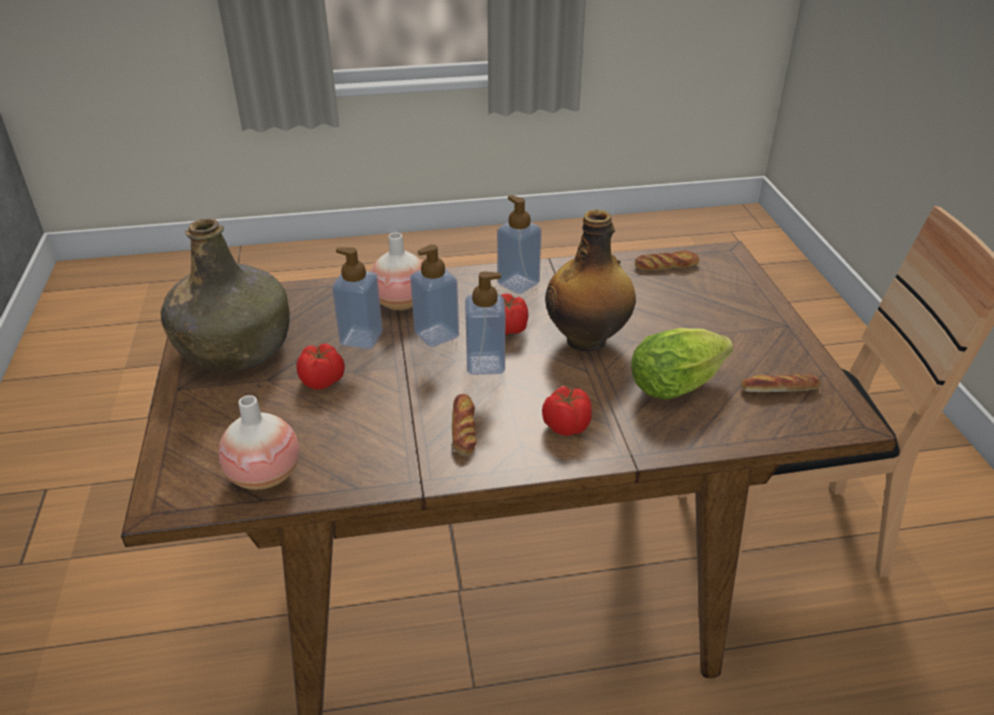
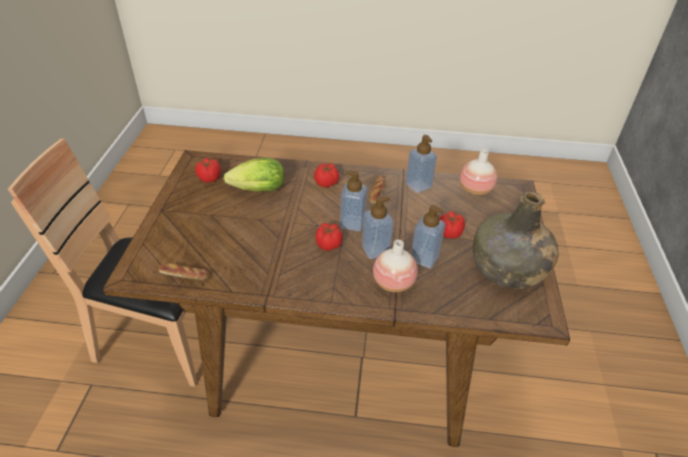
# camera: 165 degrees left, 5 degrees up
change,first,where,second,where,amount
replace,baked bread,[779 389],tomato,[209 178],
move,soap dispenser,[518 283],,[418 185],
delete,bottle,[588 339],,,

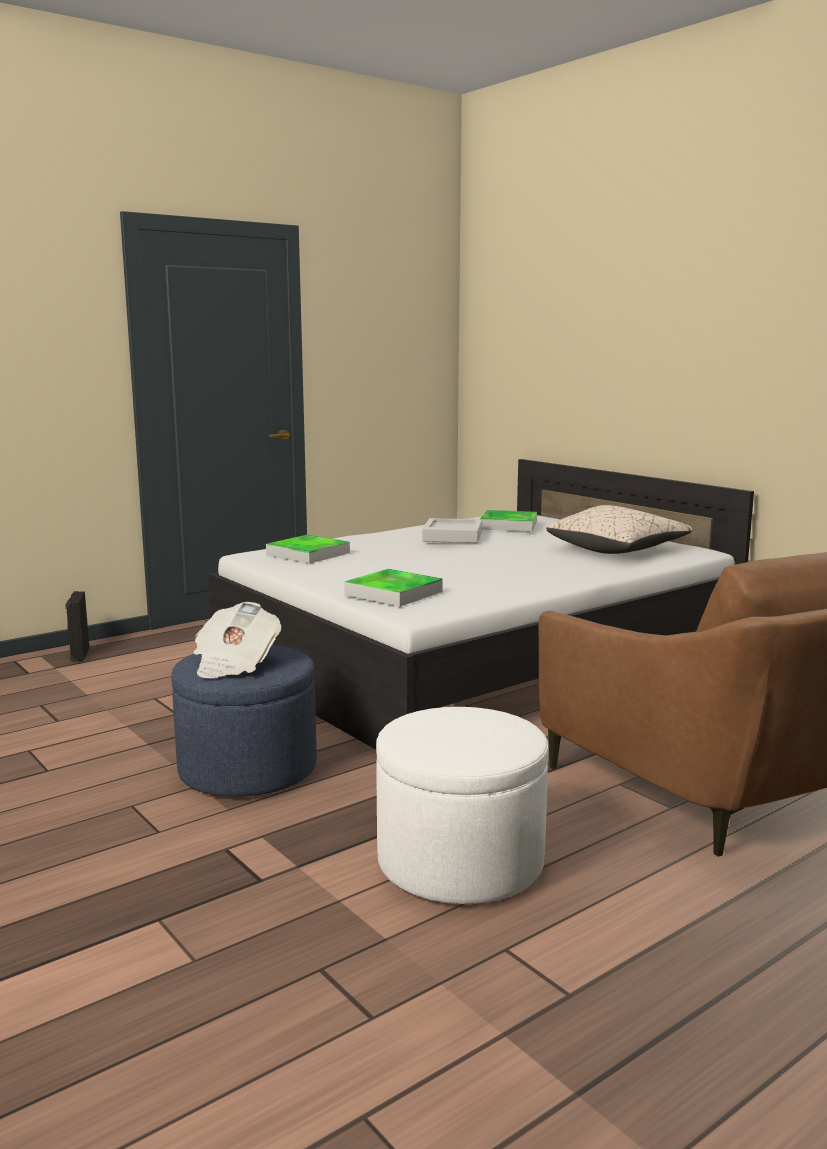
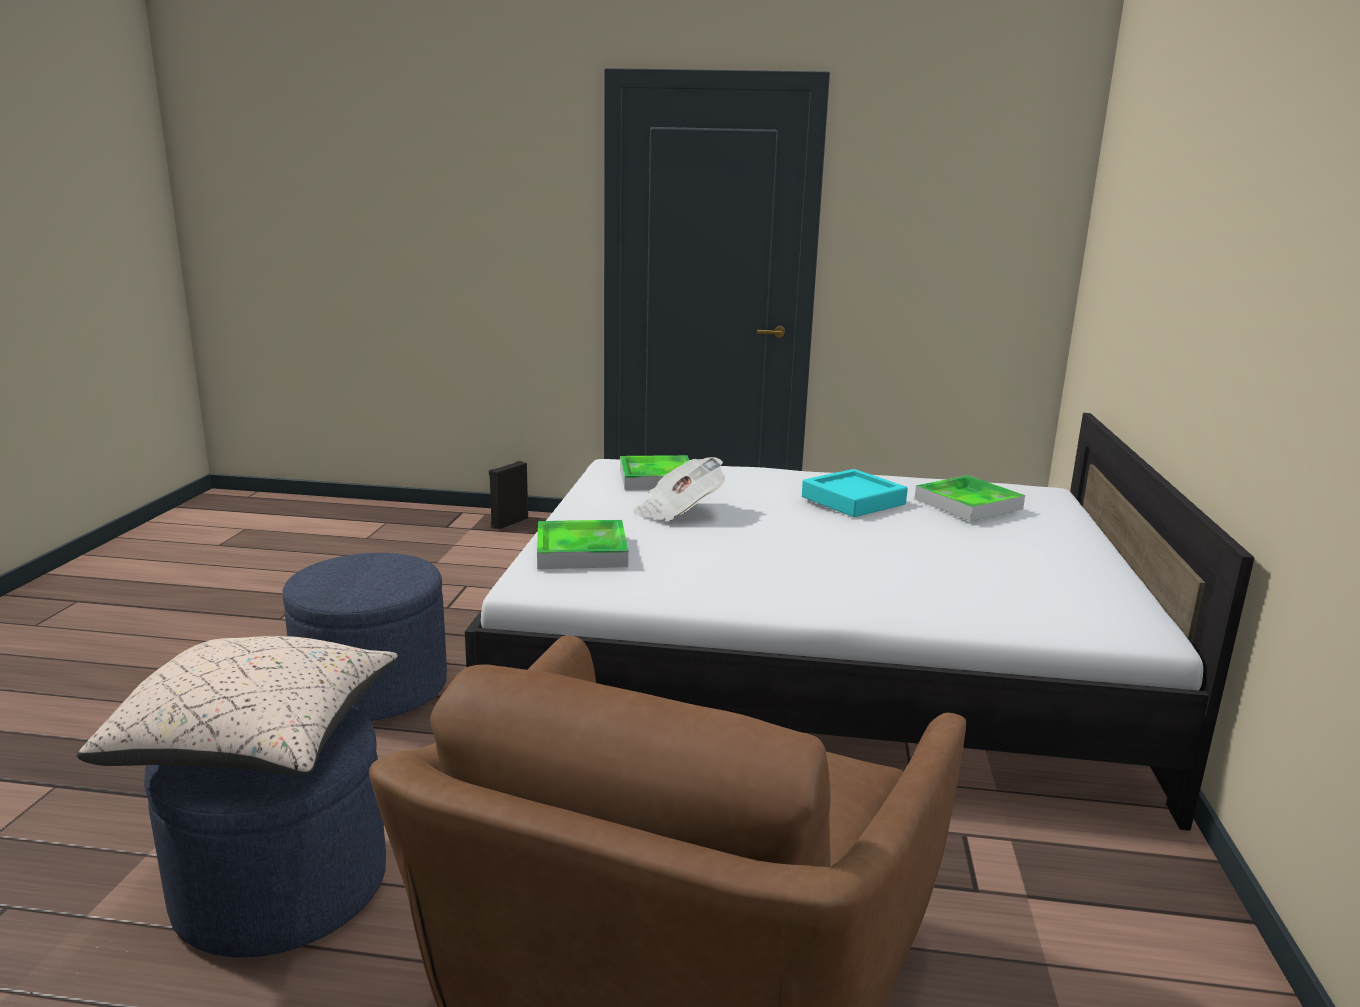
# camera: 45 degrees right, 5 degrees up
change,first,where,second,where,amount
move,throw pillow (beige),[617 550],,[257 740],
recolor,pouffe (whitish),[460 862],pouffe (blue-coloured),[281 886],
move,daily paper,[234 664],,[678 512],
recolor,serving tray (gray),[452 537],serving tray (turquoise-coloured),[853 500],

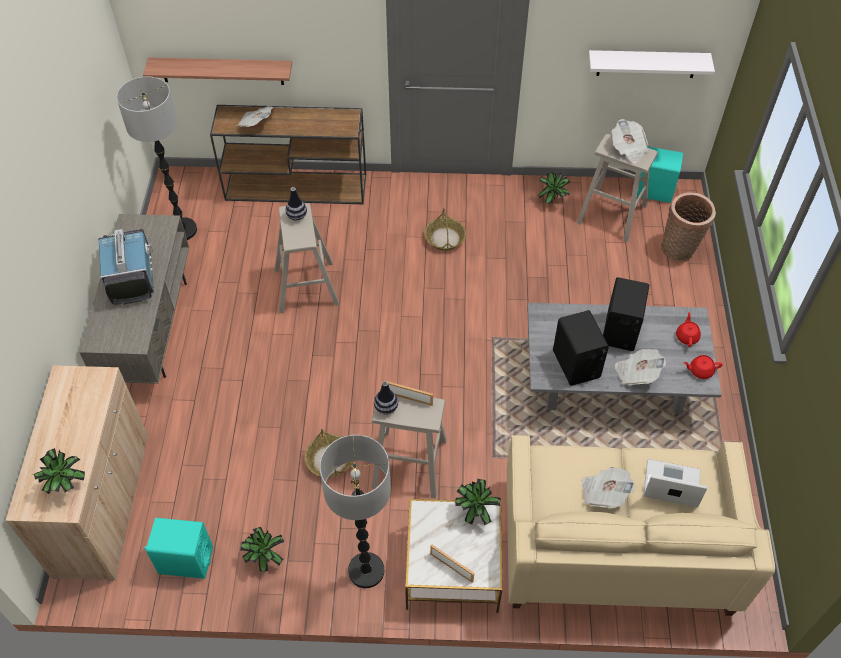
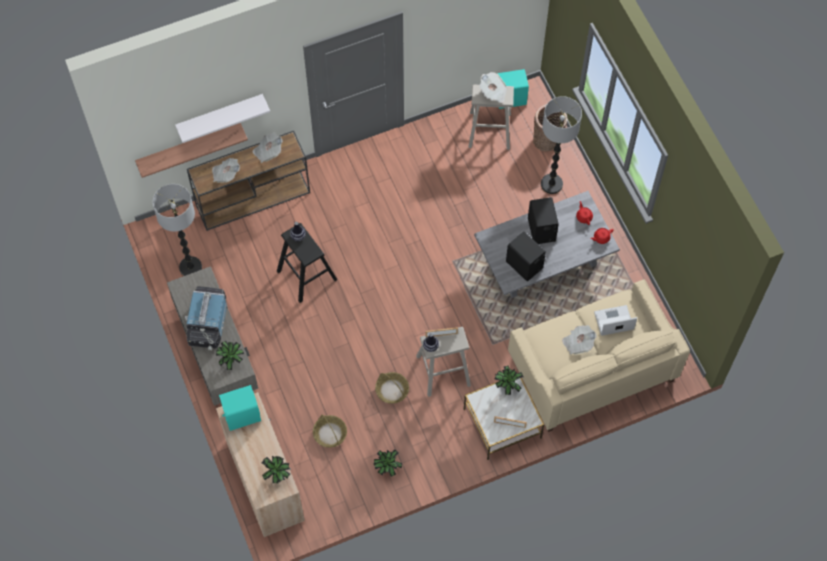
# camera: 25 degrees left, 10 degrees up
change,first,where,second,where,amount
move,wall shelf (whitish),[647 64],,[220 115],
rotate,TV,[131 276],,[208 325],135 degrees counterclockwise
move,houseplant,[552 200],,[231 360],
move,audio speaker (turquoise-coloured),[185 560],,[242 415],
move,daily paper,[636 373],,[268 152],
recolor,stool (beige),[306 287],stool (black-coloured),[307 275],
move,storage basket,[444 238],,[330 433],
move,standing lamp,[366 571],,[551 184],

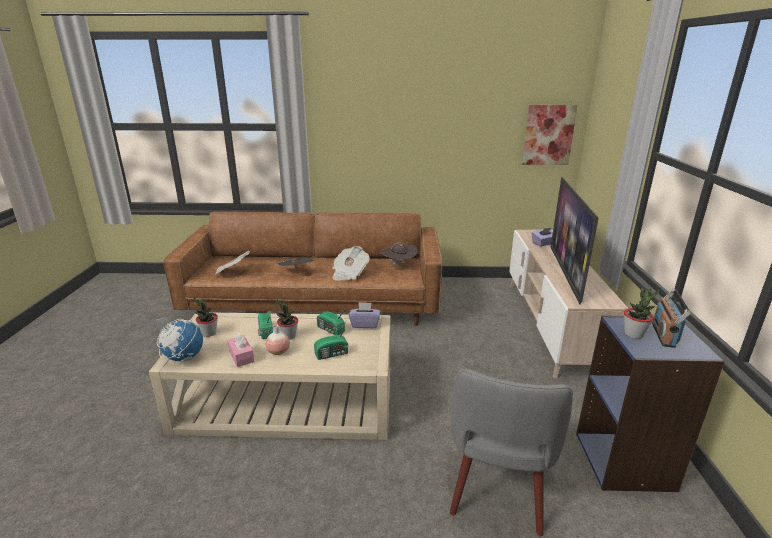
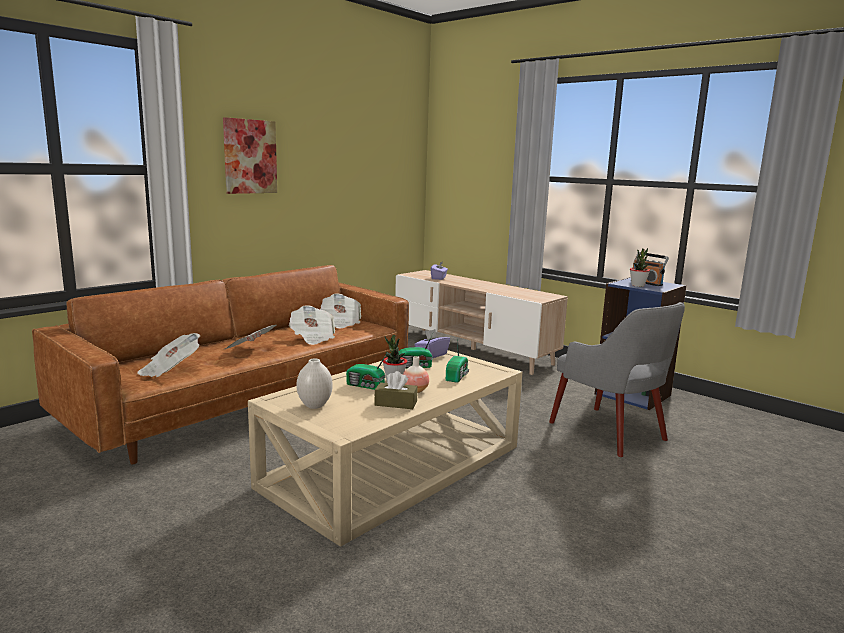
# camera: 50 degrees left, 10 degrees down
change,first,where,second,where,amount
move,wall art,[548 135],,[250 156],
replace,houseplant,[209 333],decorative vase (whitish),[314 406],
replace,hat (brown-coloured),[398 265],daily paper,[341 322],
recolor,tissue holder (pink),[241 356],tissue holder (brown-coloured),[396 403],
delete,globe,[183 357],,,
delete,TV,[566 273],,,

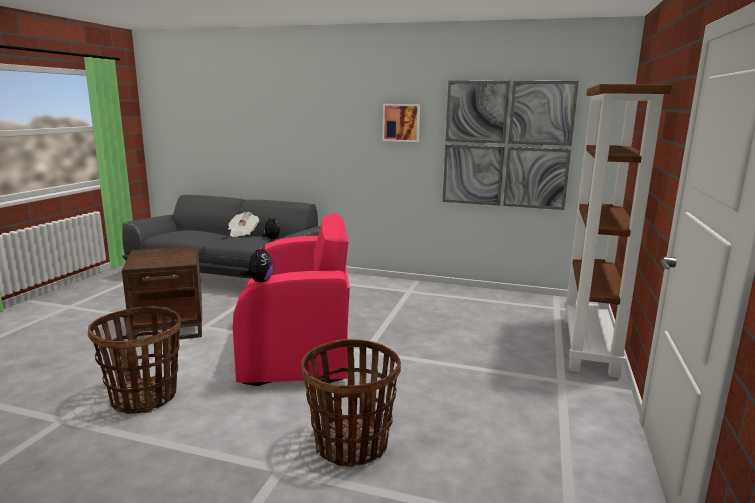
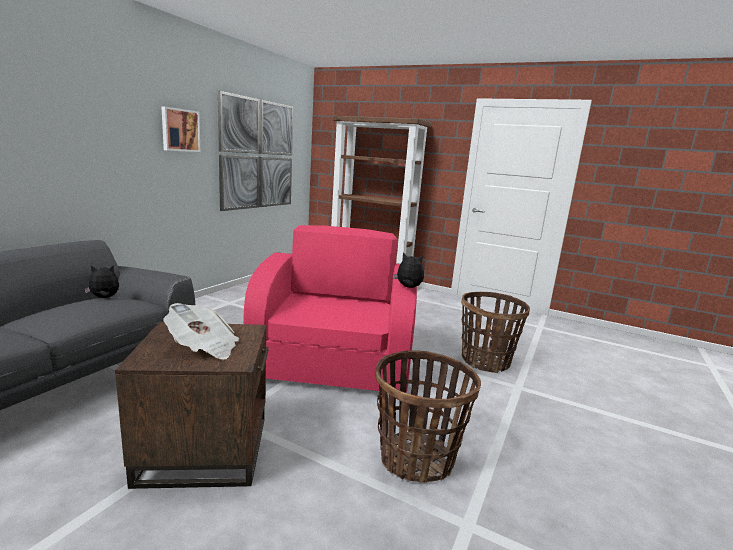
# camera: 80 degrees left, 0 degrees up
change,first,where,second,where,amount
move,daily paper,[242 233],,[203 347],

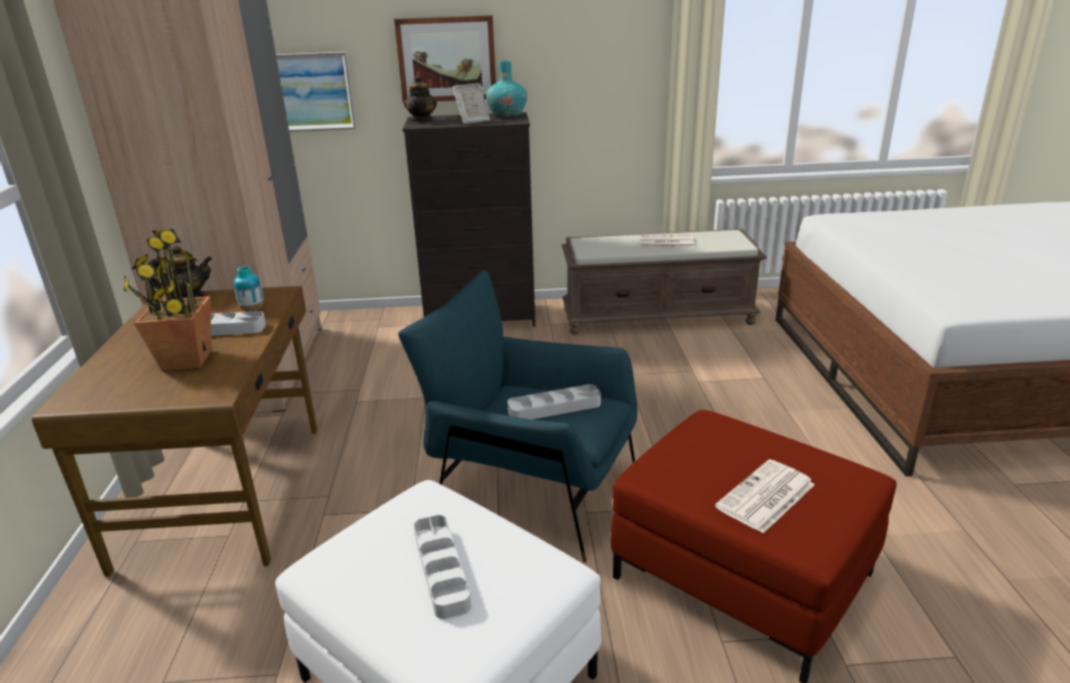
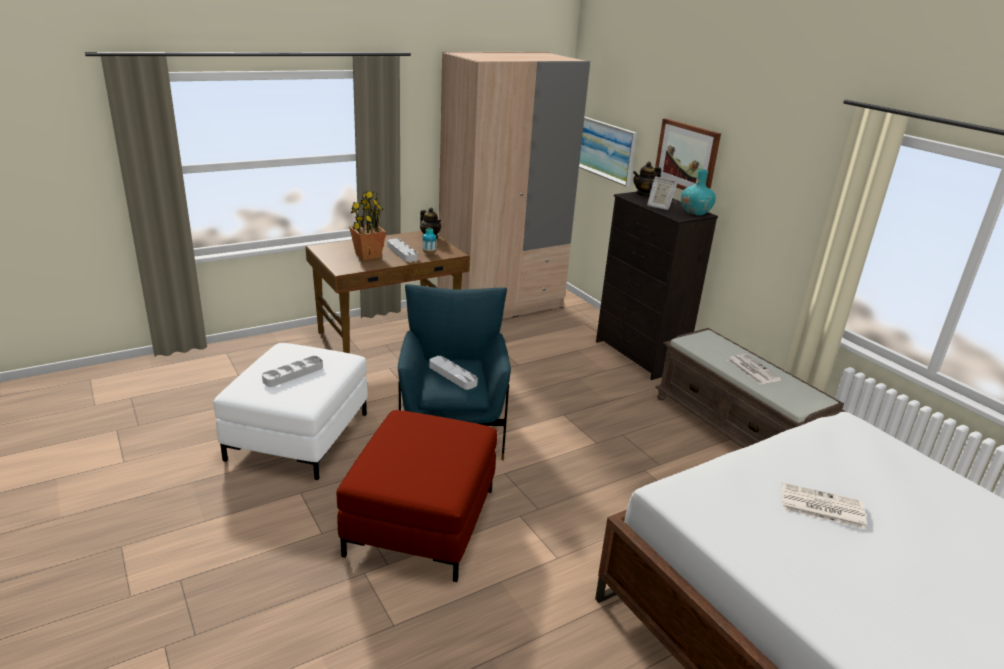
# camera: 60 degrees right, 0 degrees up
change,first,where,second,where,amount
move,daily paper,[765 497],,[820 506],

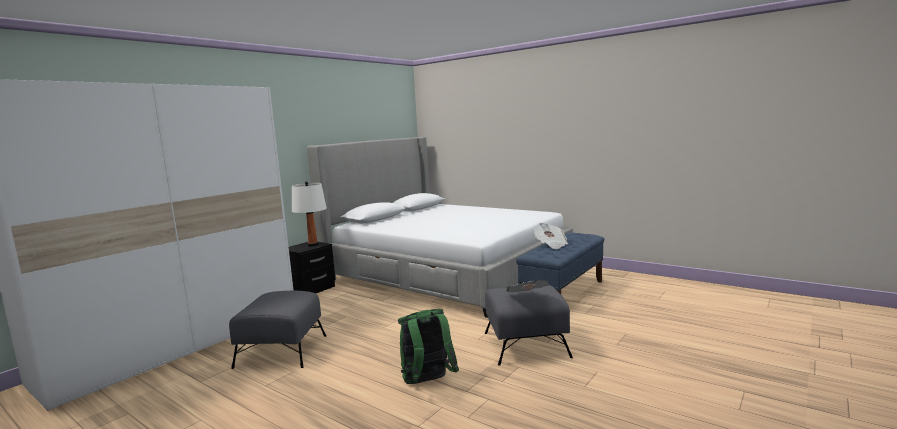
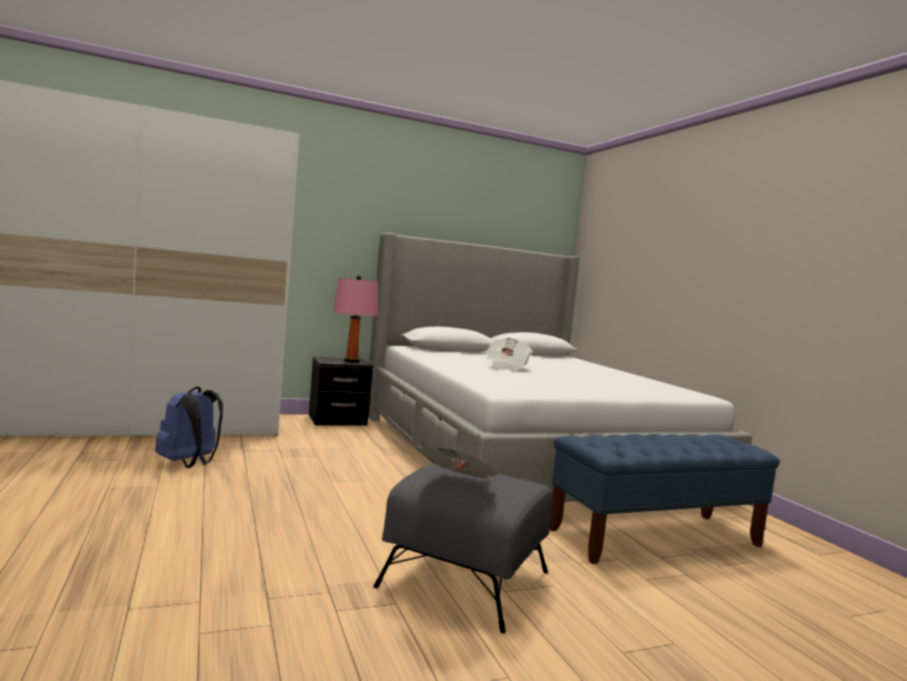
# camera: 30 degrees right, 5 degrees down
change,first,where,second,where,amount
replace,pouffe (gray),[281 351],rucksack (blue-coloured),[189 463],
recolor,tabletop lamp (whitish),[313 245],tabletop lamp (pink),[351 361],
move,daily paper,[550 245],,[506 367],
delete,rucksack (green-coloured),[427 382],,,

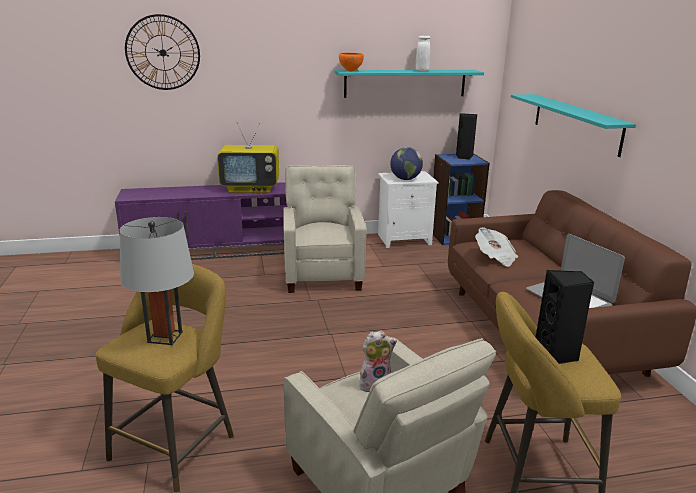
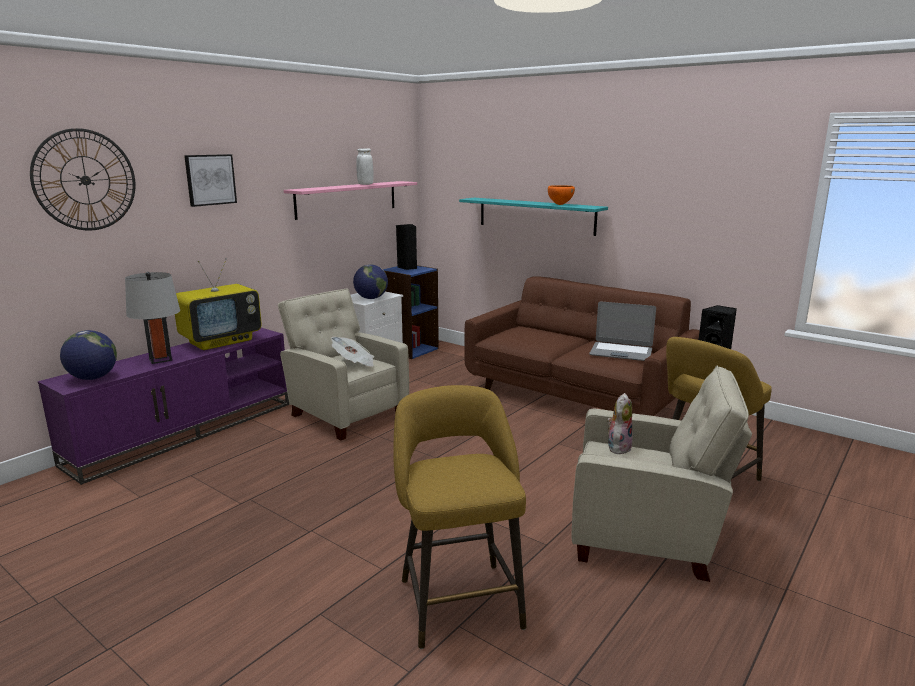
# camera: 40 degrees left, 5 degrees down
change,first,where,second,where,amount
insert,,,globe,[93 378],
move,tabletop lamp (gray),[165 337],,[160 359],
insert,,,wall art,[210 179],
recolor,wall shelf (turquoise-coloured),[405 83],wall shelf (pink),[347 199],
move,daily paper,[495 258],,[354 363],
move,bowl (orange-coloured),[351 71],,[560 204],

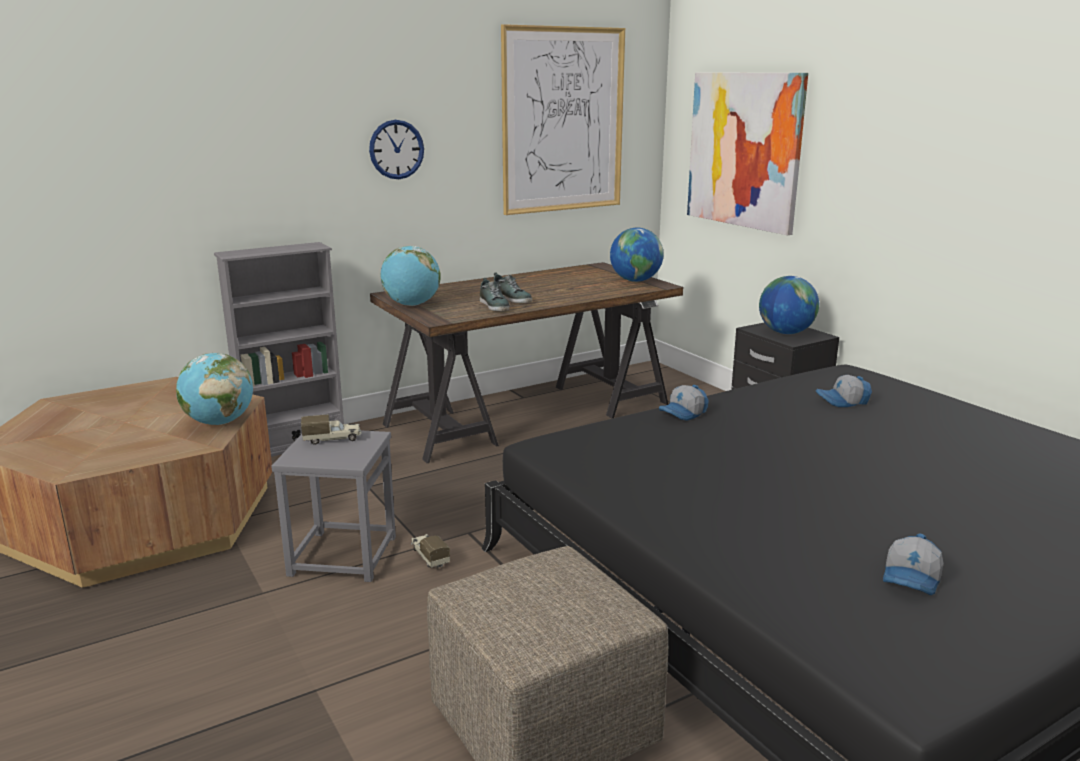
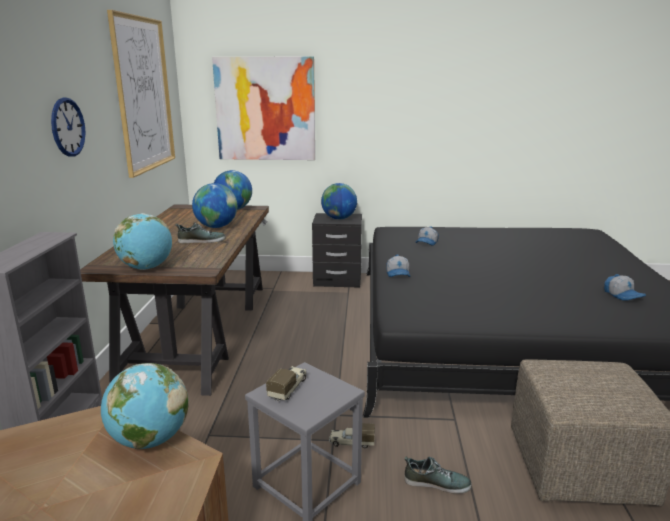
# camera: 55 degrees left, 0 degrees up
change,first,where,second,where,amount
insert,,,globe,[216 227],
move,item of footwear,[494 306],,[436 483],

